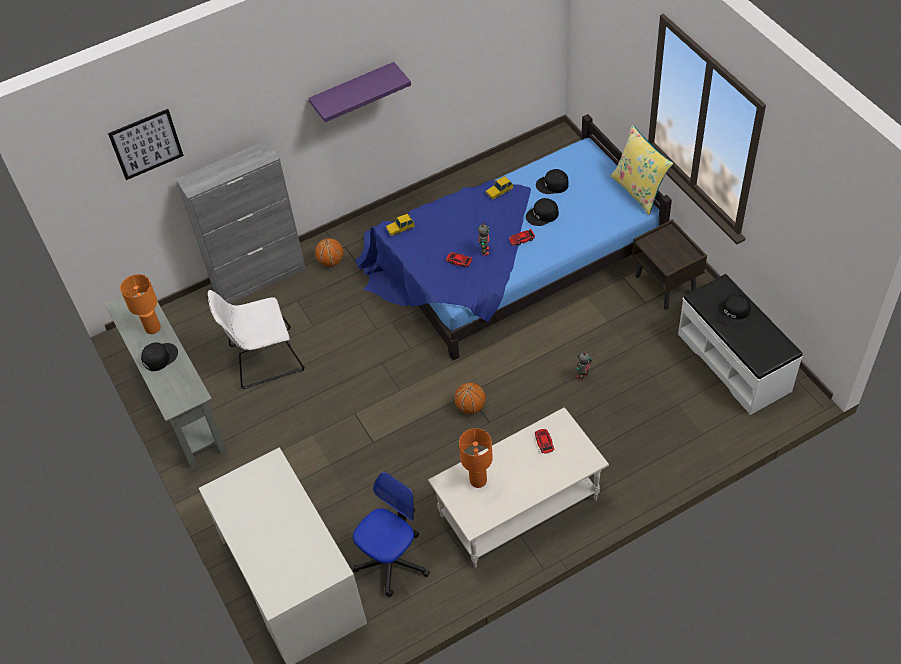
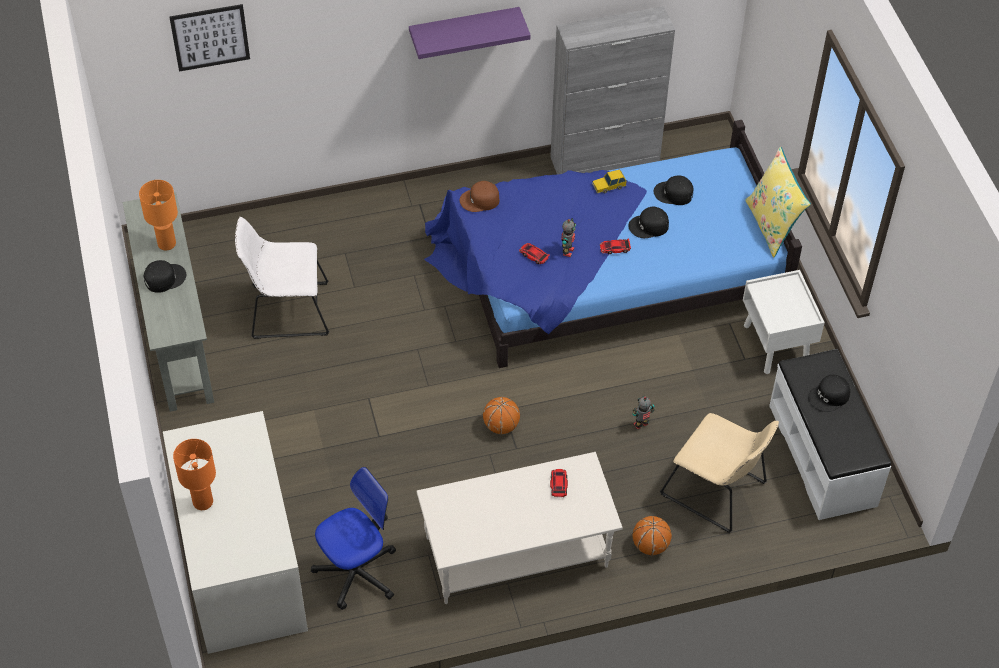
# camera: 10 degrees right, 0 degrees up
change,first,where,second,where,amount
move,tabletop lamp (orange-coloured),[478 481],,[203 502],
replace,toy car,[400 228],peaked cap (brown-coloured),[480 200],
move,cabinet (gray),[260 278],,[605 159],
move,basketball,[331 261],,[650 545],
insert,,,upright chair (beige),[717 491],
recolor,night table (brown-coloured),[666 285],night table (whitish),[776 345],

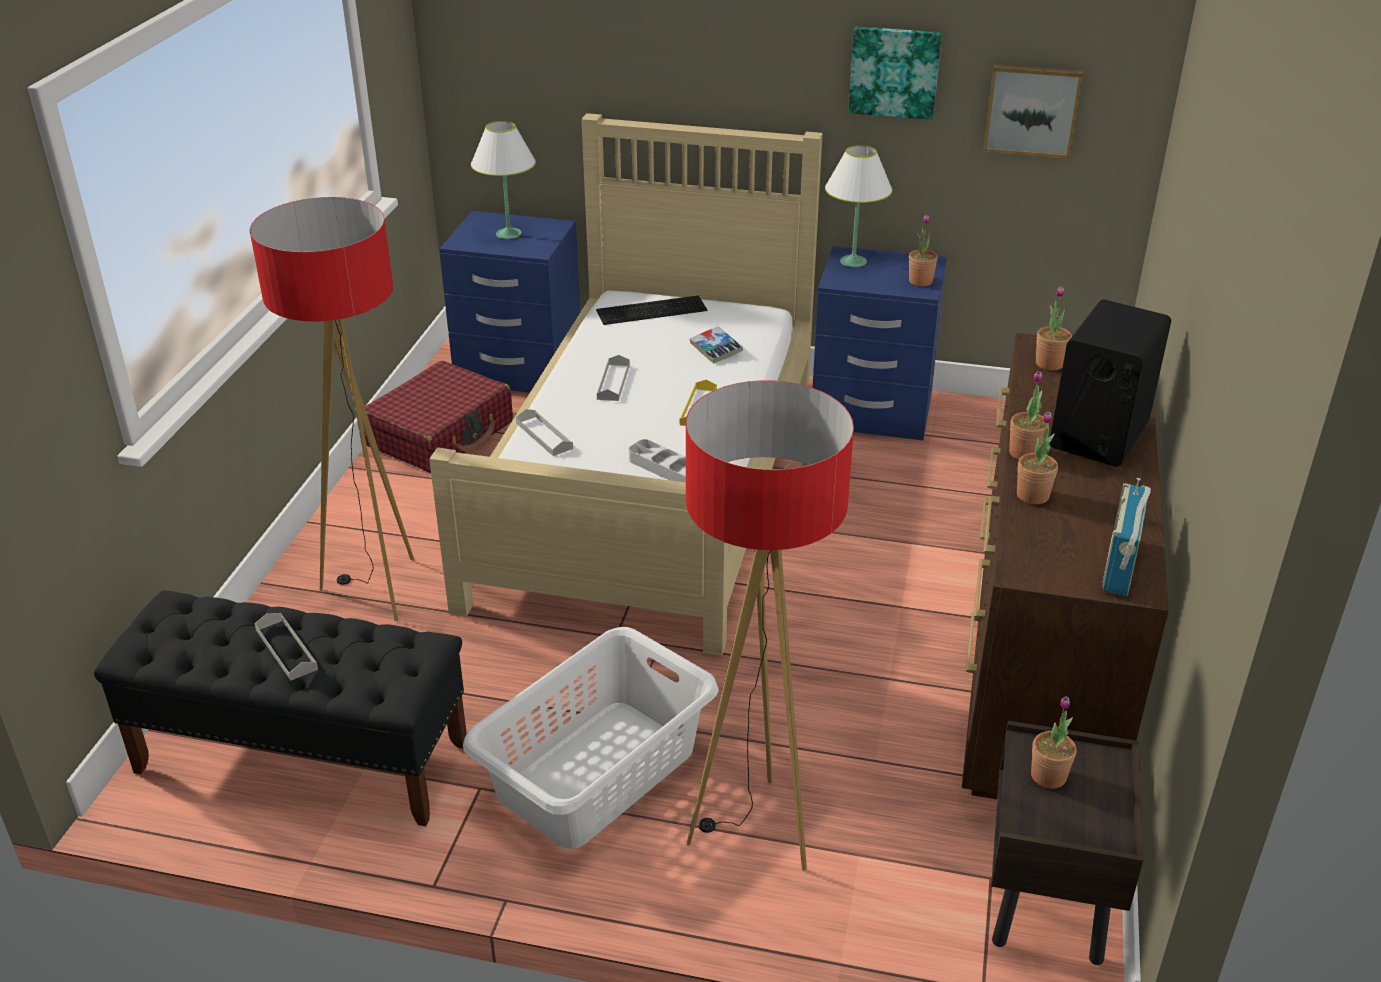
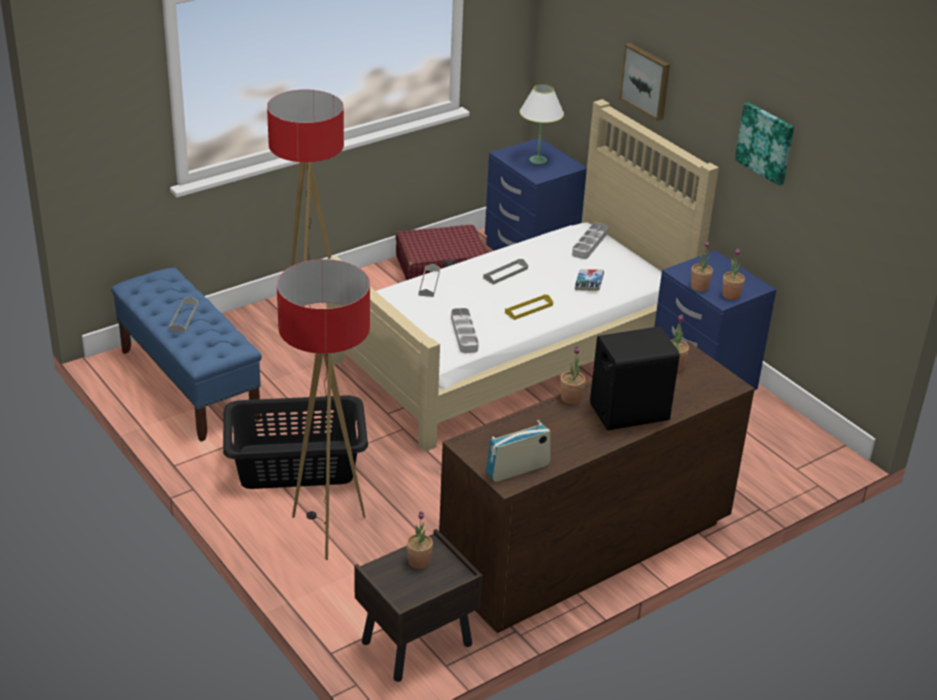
# camera: 40 degrees right, 0 degrees up
change,first,where,second,where,amount
recolor,bench (black-coloured),[301 757],bench (blue-coloured),[189 384],
recolor,laundry basket (whitish),[594 772],laundry basket (black-coloured),[295 464],
replace,keyboard,[652 309],serving tray (gray),[589 244],
move,wall art,[1032 110],,[646 81],
move,houseplant,[1032 495],,[699 287],
delete,tabletop lamp (whitish),[853 261],,,

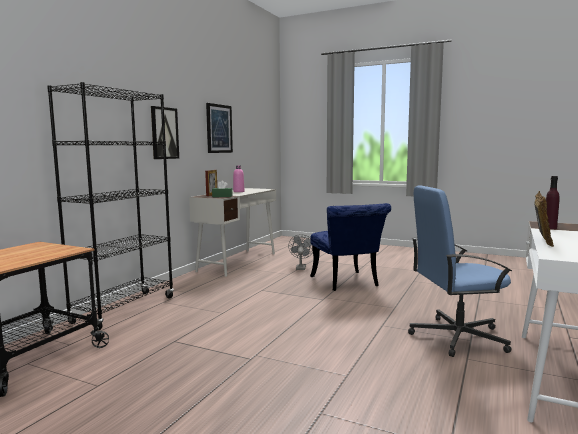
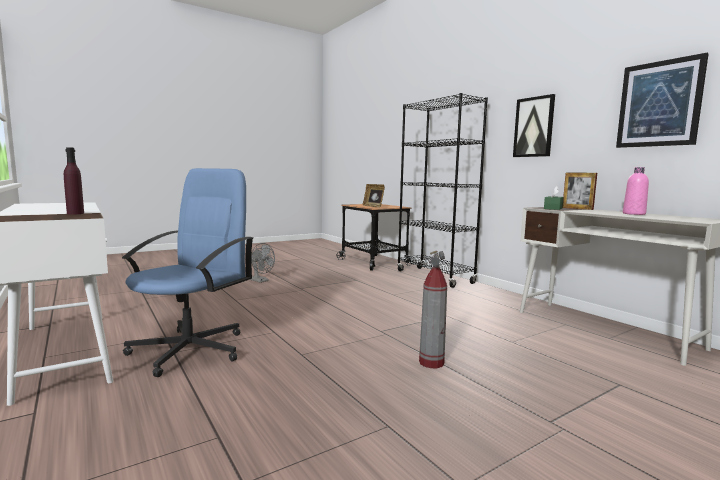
# camera: 120 degrees right, 0 degrees up
change,first,where,second,where,amount
move,electric fan (gray),[300 267],,[261 281],
move,standing frame,[541 241],,[373 206],
replace,upright chair (blue-coloured),[347 283],fire-fighting cylinder,[431 363],

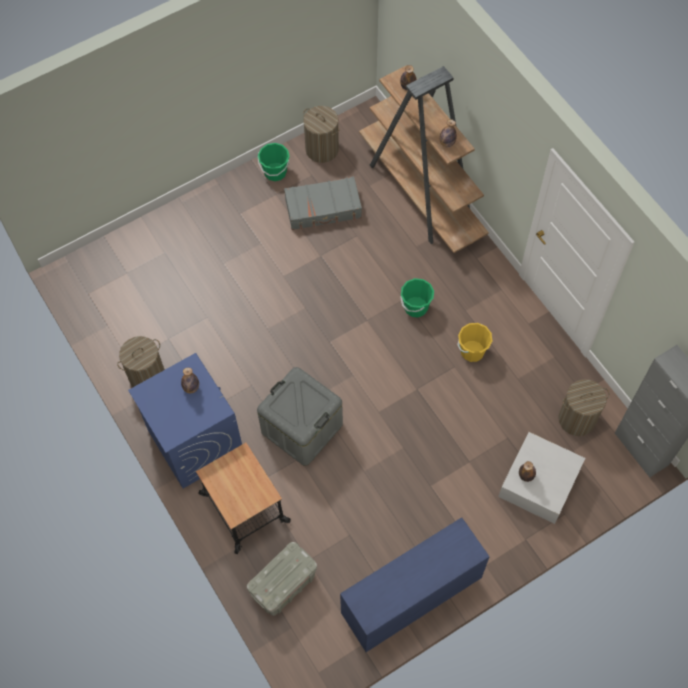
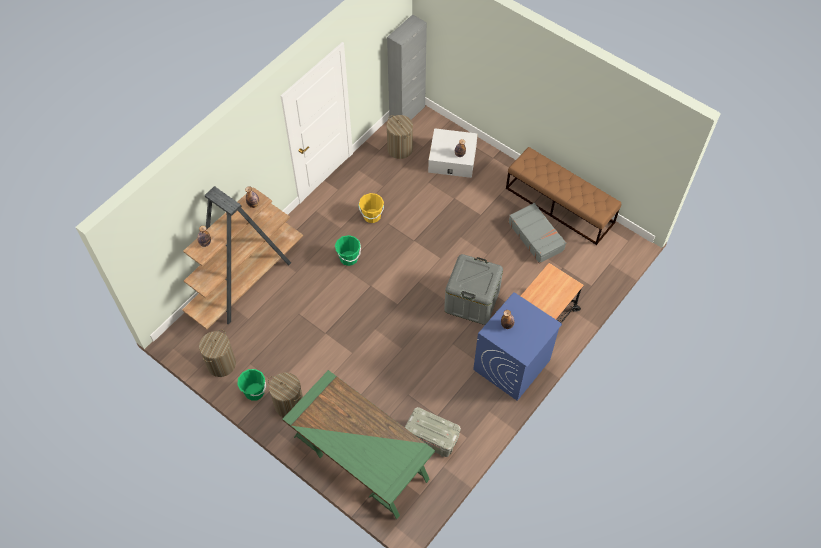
# camera: 110 degrees left, 5 degrees down
change,first,where,second,where,amount
move,laundry basket,[147 376],,[289 404],
insert,,,desk table (green-coloured),[360 458],
move,storage box (gray),[284 585],,[431 439],
replace,cabinet (blue-coloured),[410 600],bench (brown-coloured),[560 205],
move,piece of luggage (gray),[323 209],,[536 236],

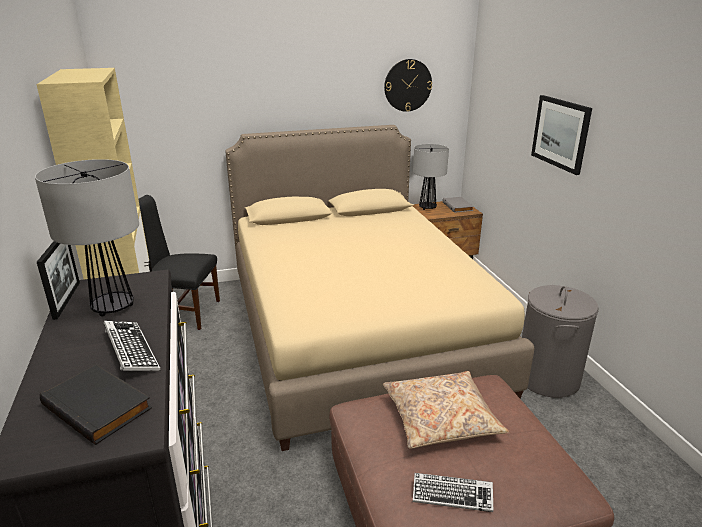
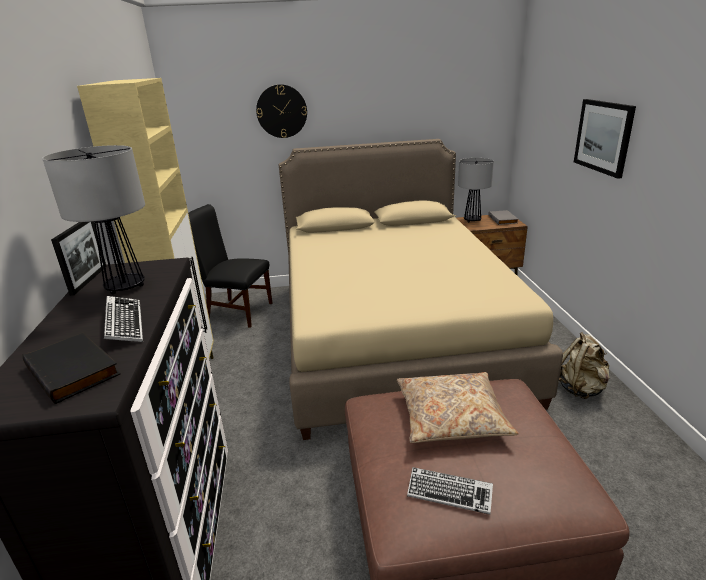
# camera: 10 degrees right, 0 degrees up
change,first,where,second,where,amount
move,wall clock,[407 85],,[281 111],
replace,laundry basket (gray),[547 378],rucksack (beige),[581 388],

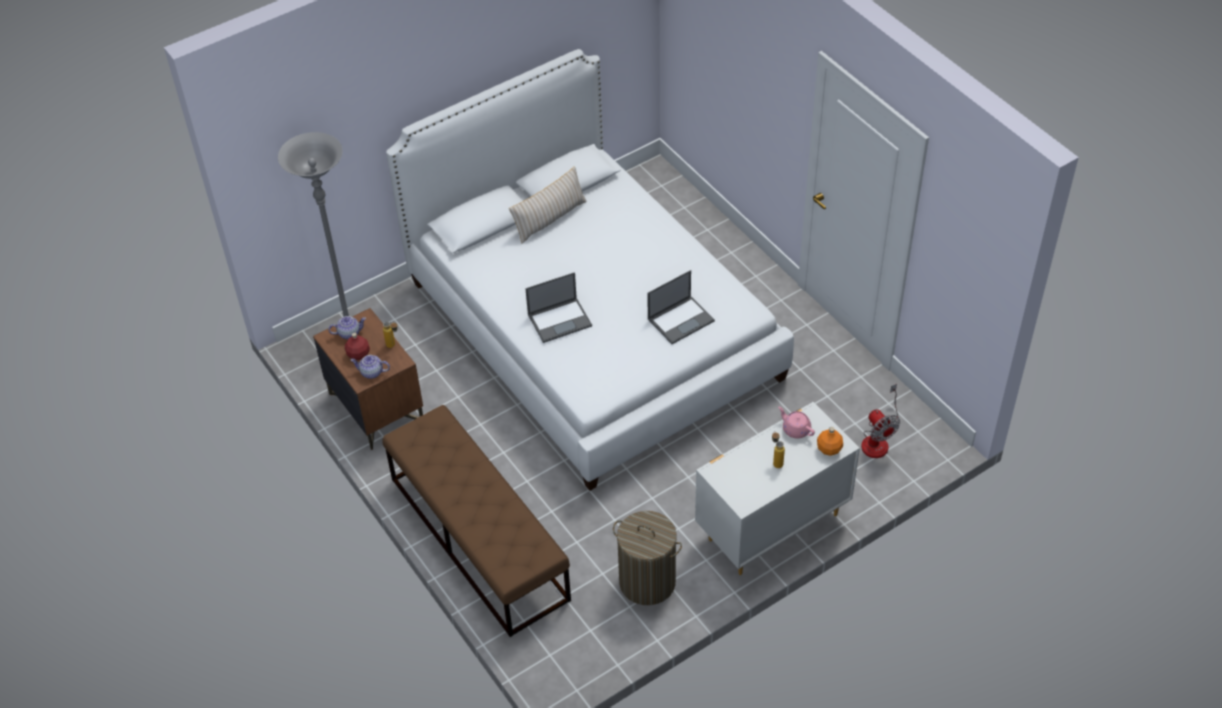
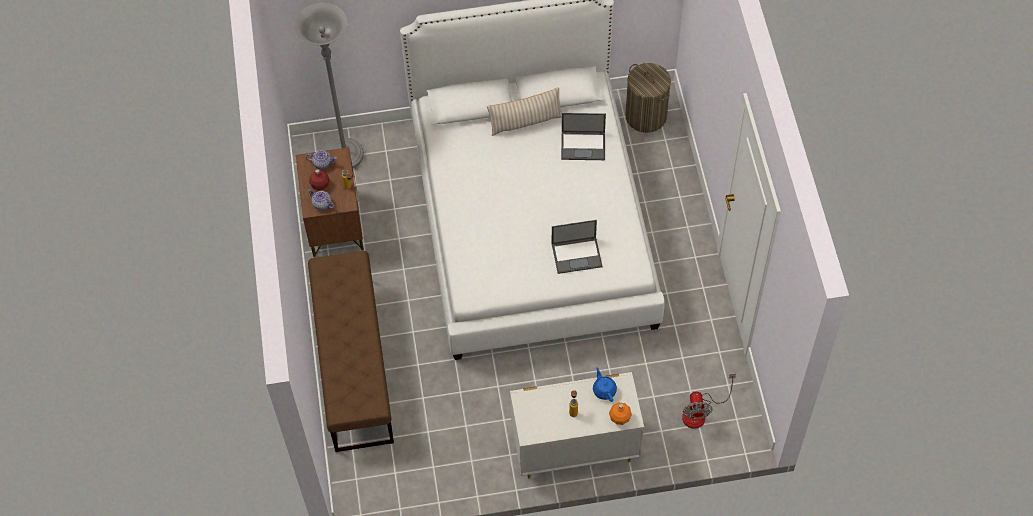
# camera: 25 degrees right, 10 degrees up
change,first,where,second,where,amount
move,laptop,[560 320],,[583 145],
recolor,tea pot (pink),[795 429],tea pot (blue-coloured),[604 390],
move,laundry basket,[647 581],,[646 116],

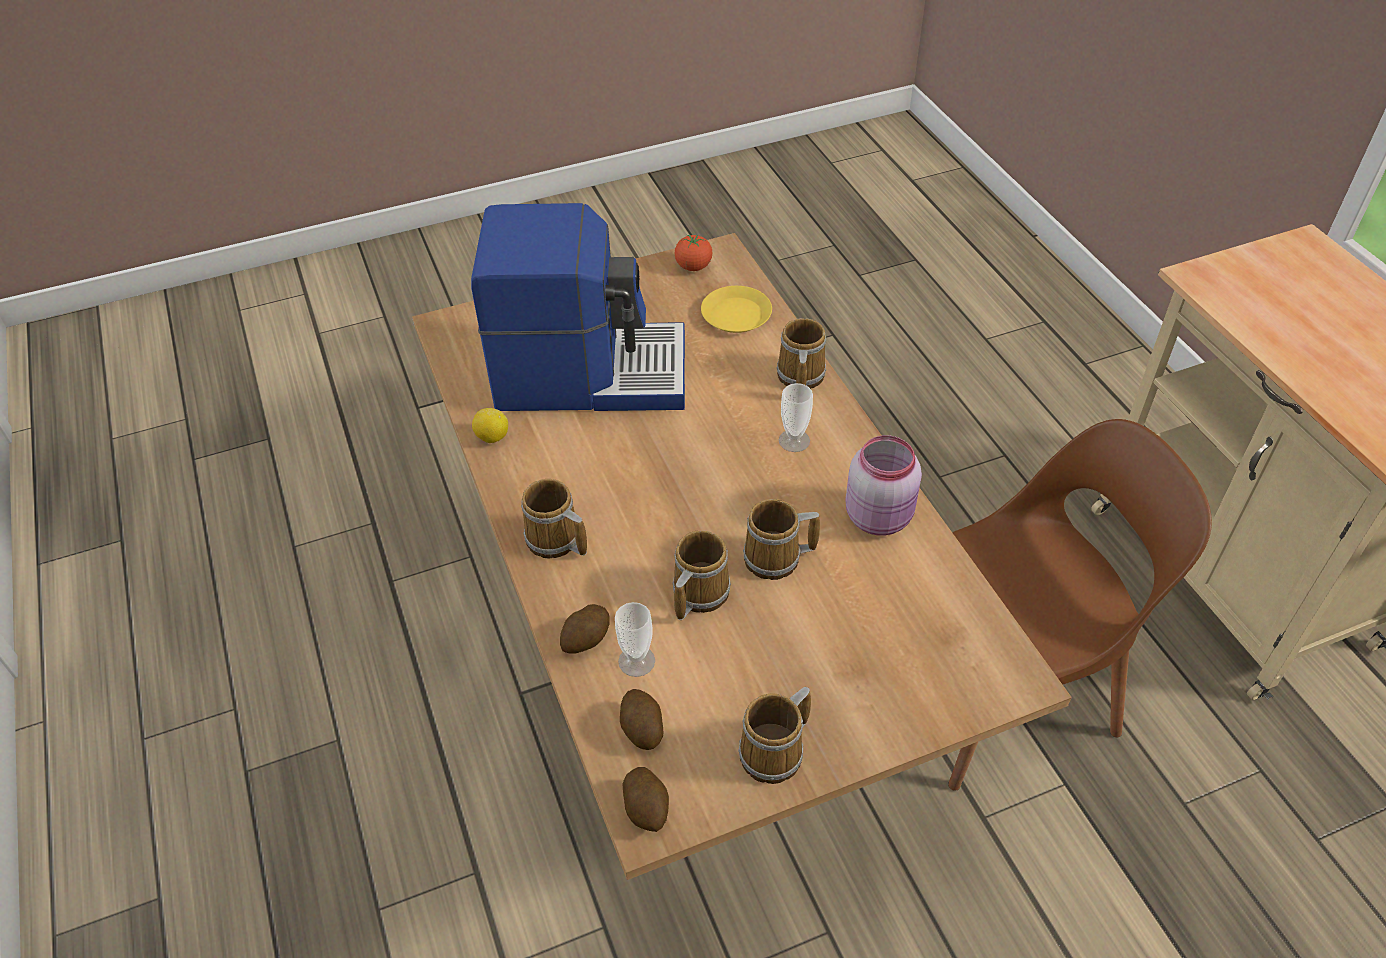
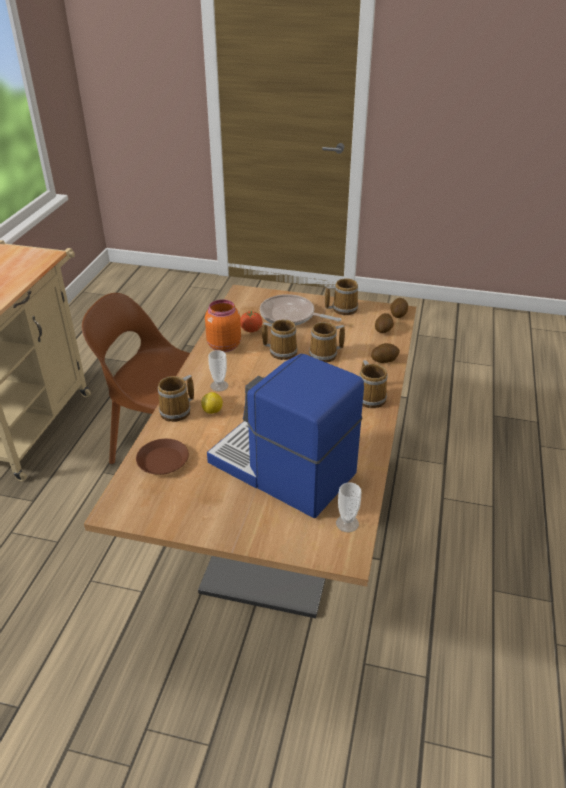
# camera: 145 degrees left, 10 degrees down
change,first,where,second,where,amount
recolor,plate (yellow),[736 315],plate (brown-coloured),[162 461],
move,whole lemon,[492 437],,[212 411],
recolor,preserve jar (pink),[880 516],preserve jar (orange-coloured),[223 345],
move,tomato,[693 267],,[251 330],
insert,,,skillet,[290 316],
move,small cup,[636 661],,[347 523],

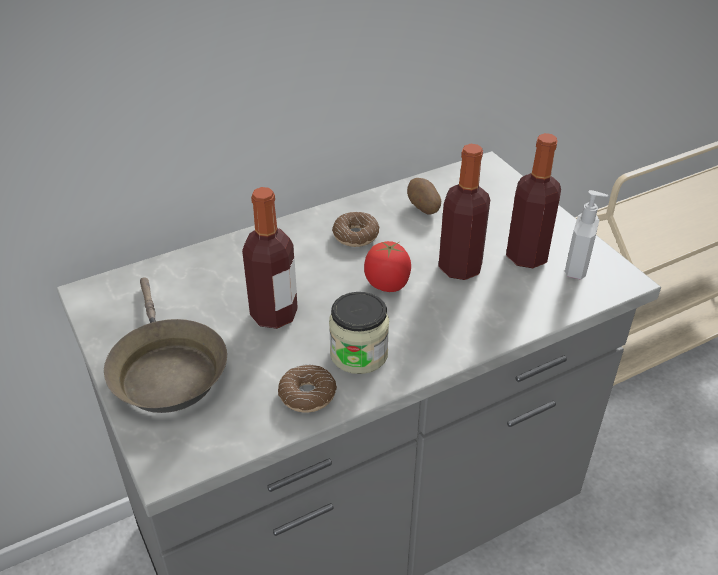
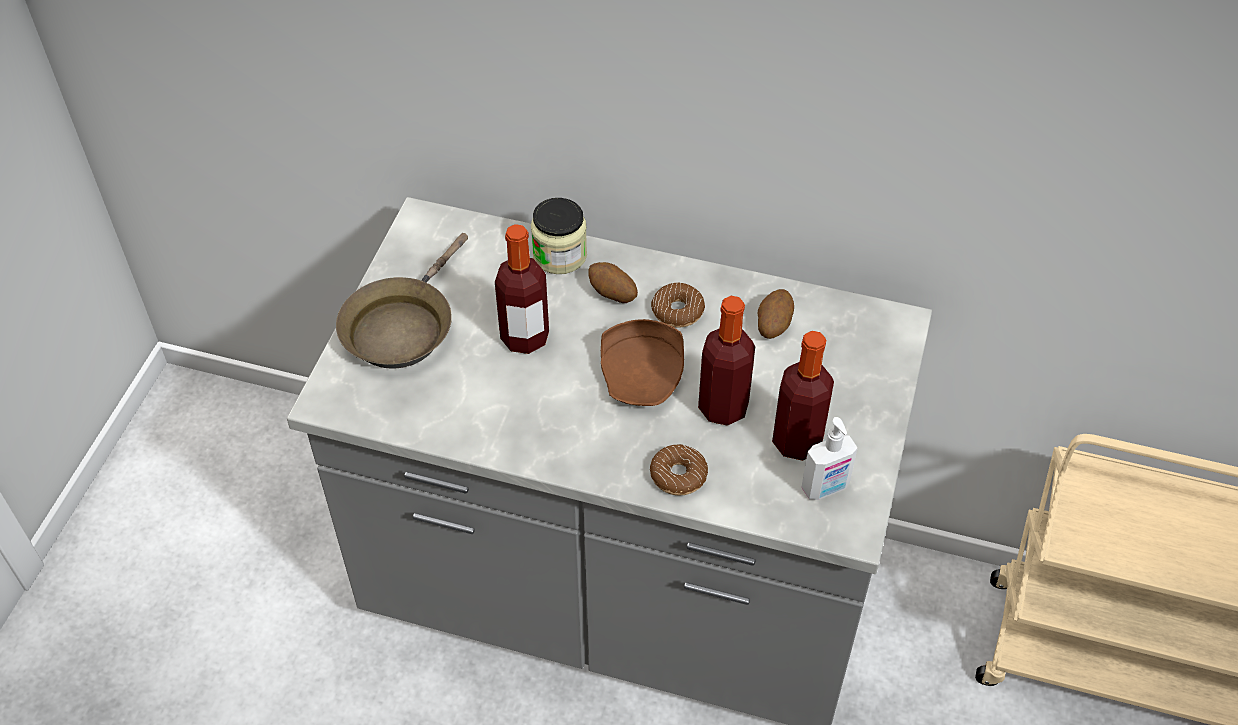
# camera: 45 degrees right, 10 degrees up
change,first,where,second,where,amount
move,preserve jar,[359 354],,[560 255],
insert,,,spud,[612 294],
replace,tomato,[387 284],plate (brown-coloured),[643 377],
move,donut,[307 395],,[678 475],

